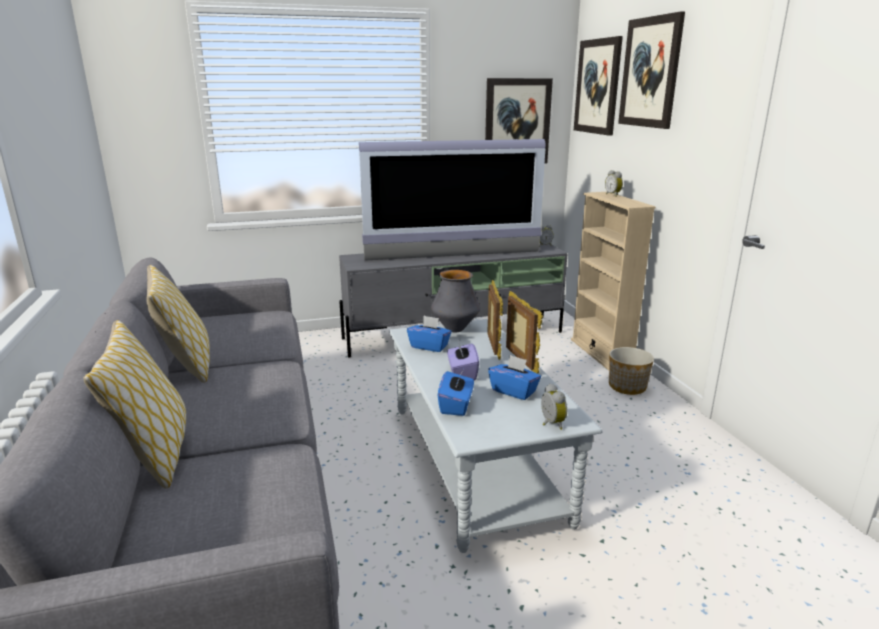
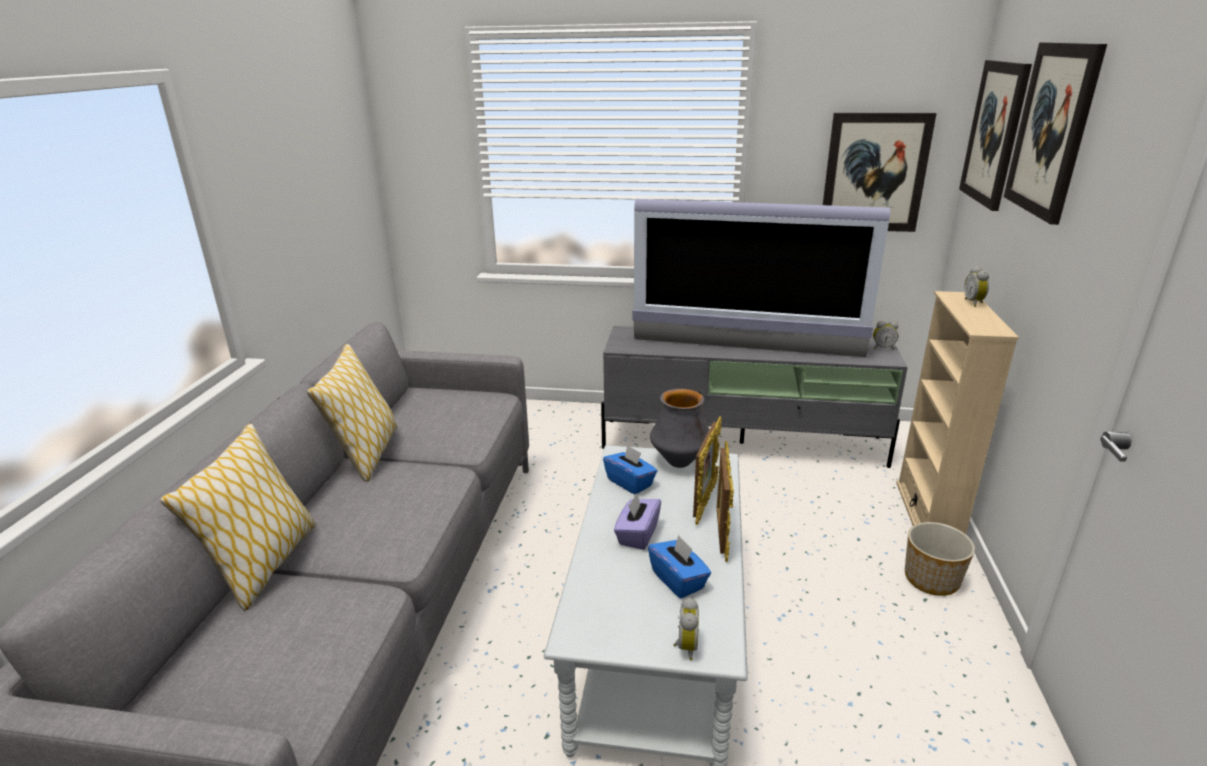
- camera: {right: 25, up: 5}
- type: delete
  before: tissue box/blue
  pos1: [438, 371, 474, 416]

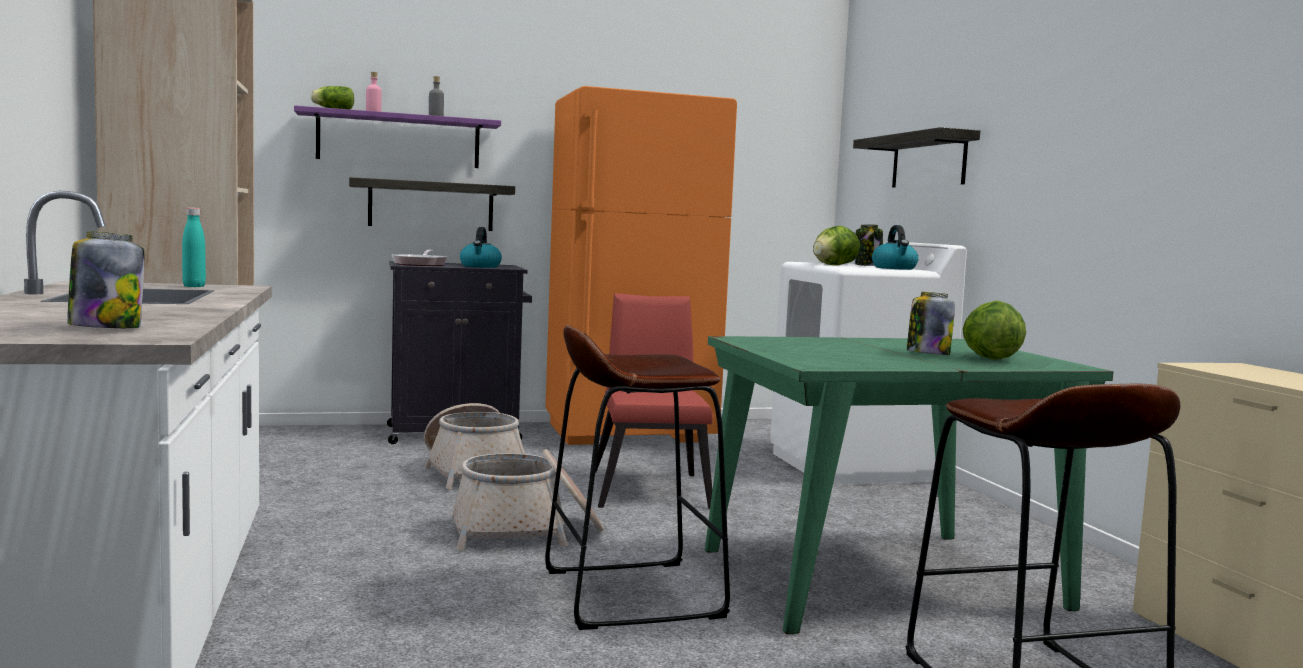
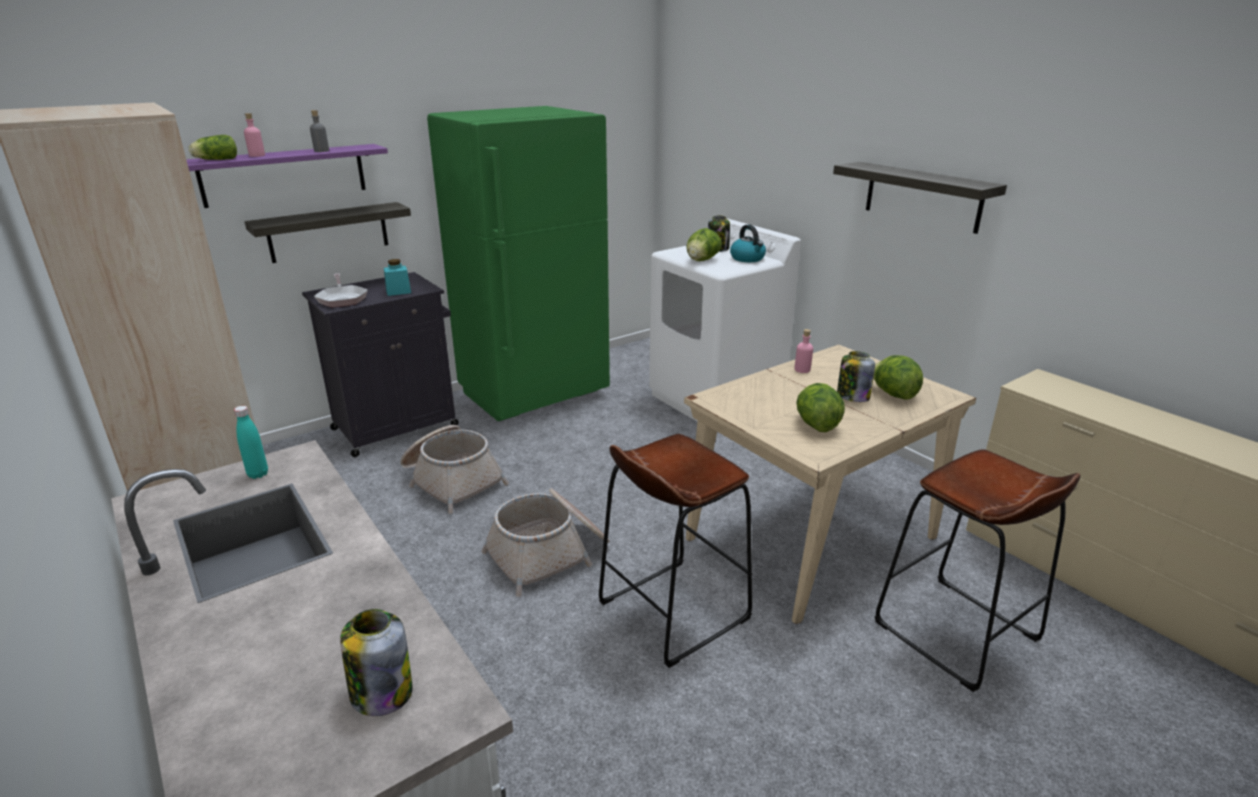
- camera: {right: -20, up: 20}
- type: replace
  before: kettle
  after: jar/turquoise
  pos1: [460, 227, 502, 268]
  pos2: [384, 259, 411, 296]
- type: recolor
  before: fridge/orange
  after: fridge/green
  pos1: [545, 86, 737, 445]
  pos2: [427, 106, 610, 421]
- type: recolor
  before: dining table/green
  after: dining table/beige
  pos1: [705, 336, 1113, 634]
  pos2: [684, 344, 976, 624]
- type: insert
  after: bottle/pink
  pos2: [794, 329, 813, 373]
- type: insert
  after: lettuce
  pos2: [796, 383, 845, 432]
- type: move
  before: shelf
  pos1: [853, 127, 980, 187]
  pos2: [833, 162, 1007, 234]
- type: delete
  before: chair/red
  pos1: [595, 293, 713, 509]

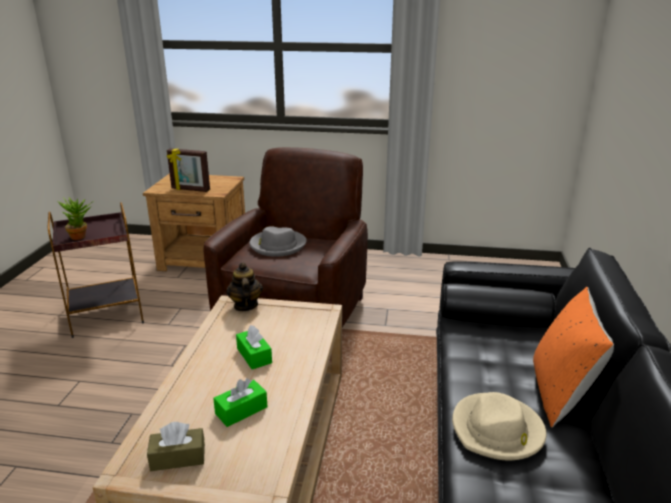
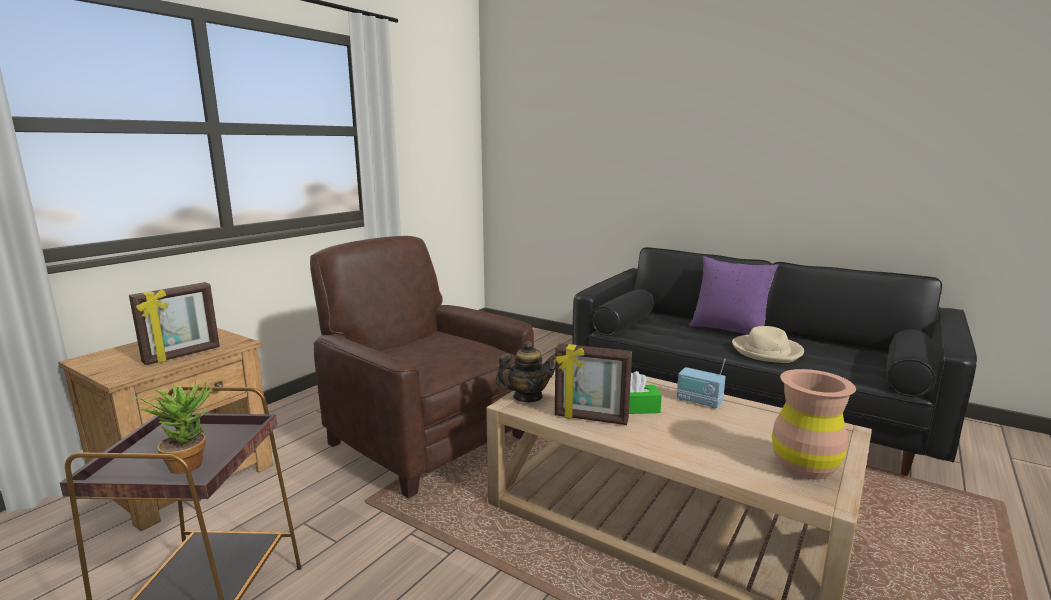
- camera: {right: -65, up: -10}
- type: rotate
  before: teapot
  pos1: [226, 262, 263, 311]
  pos2: [495, 341, 556, 402]
  turn: 150
- type: insert
  after: picture frame
  pos2: [555, 343, 632, 425]
- type: insert
  after: radio
  pos2: [677, 358, 726, 409]
- type: recolor
  before: pillow/orange
  after: pillow/purple
  pos1: [533, 287, 614, 428]
  pos2: [689, 256, 778, 335]
- type: replace
  before: tissue box/brown
  after: vase/brown
  pos1: [147, 422, 205, 471]
  pos2: [772, 369, 856, 480]
- type: delete
  before: tissue box/green
  pos1: [213, 378, 267, 427]
- type: delete
  before: hat/grey
  pos1: [249, 226, 307, 257]

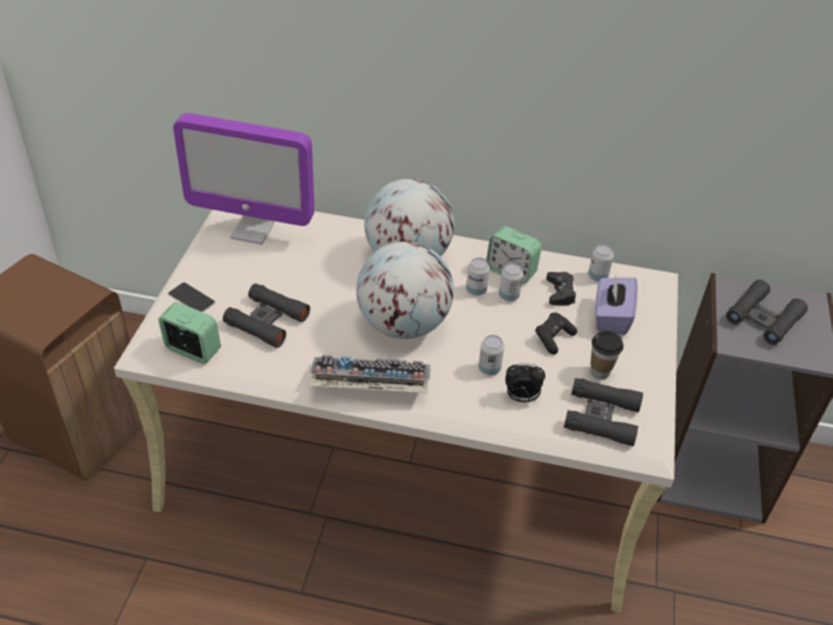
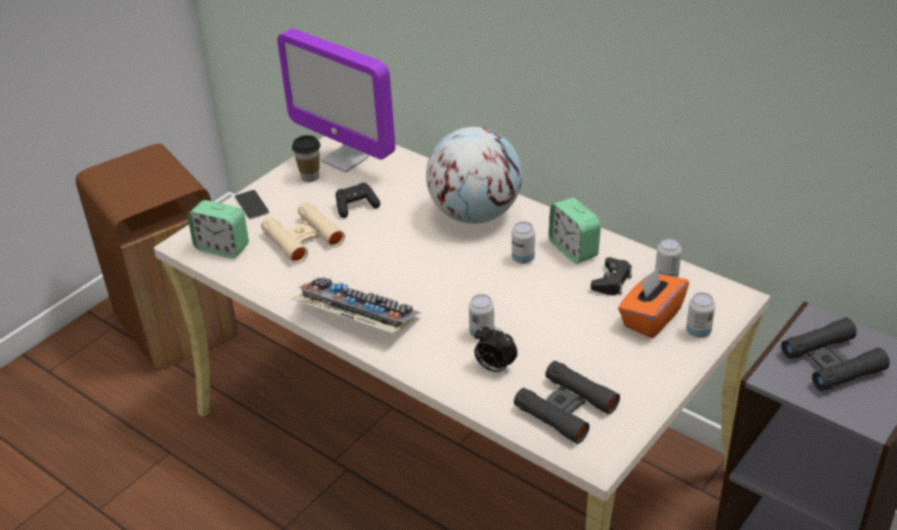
- camera: {right: 30, up: -5}
- type: rotate
  before: alarm clock
  pos1: [158, 302, 221, 364]
  pos2: [188, 200, 249, 258]
  turn: 150
- type: recolor
  before: binoculars/black
  after: binoculars/beige
  pos1: [223, 283, 310, 348]
  pos2: [261, 202, 345, 264]
- type: move
  before: cup
  pos1: [590, 331, 623, 380]
  pos2: [292, 135, 320, 182]
- type: move
  before: game controller/black
  pos1: [535, 312, 577, 355]
  pos2: [336, 183, 380, 218]
- type: recolor
  before: tissue box/purple
  after: tissue box/orange
  pos1: [595, 275, 638, 335]
  pos2: [618, 267, 689, 338]
- type: move
  before: can
  pos1: [499, 263, 523, 301]
  pos2: [686, 292, 715, 338]
- type: delete
  before: globe
  pos1: [356, 241, 454, 339]

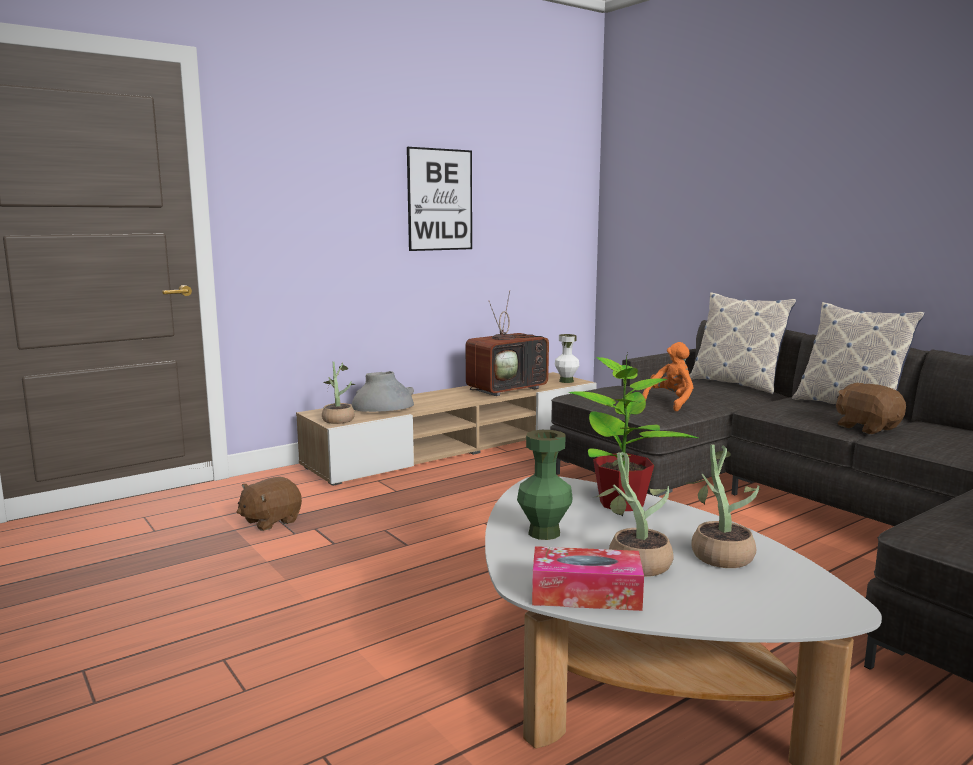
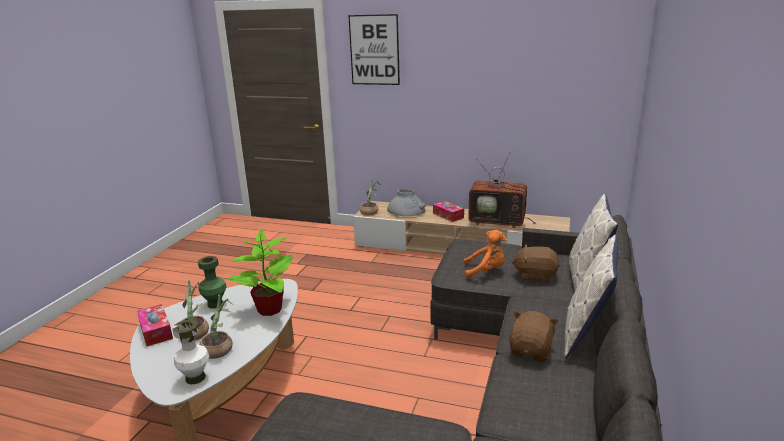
- camera: {right: 55, up: 10}
- type: move
  before: vase/white
  pos1: [555, 334, 579, 383]
  pos2: [172, 320, 209, 384]
- type: move
  before: picture
  pos1: [407, 147, 472, 251]
  pos2: [348, 14, 400, 85]
- type: insert
  after: tissue box
  pos2: [433, 201, 464, 222]
- type: move
  before: plush toy/brown
  pos1: [237, 477, 302, 531]
  pos2: [511, 244, 560, 283]

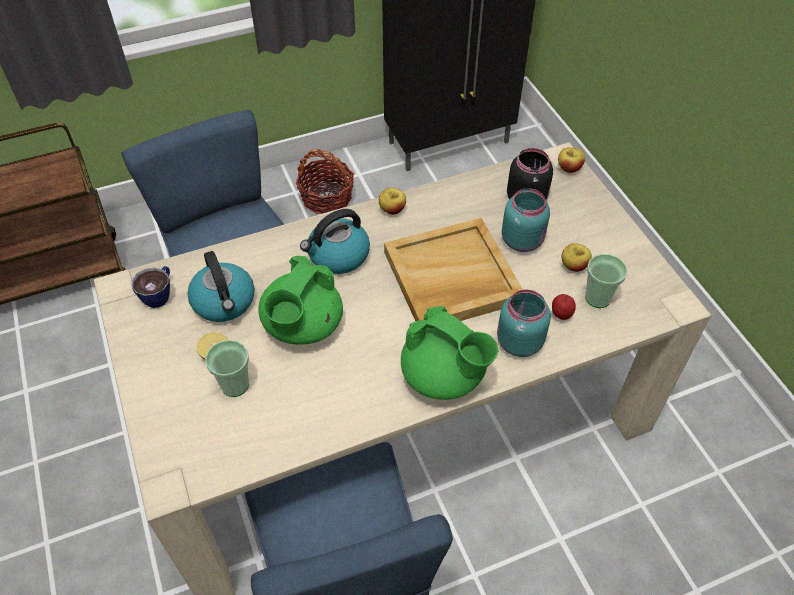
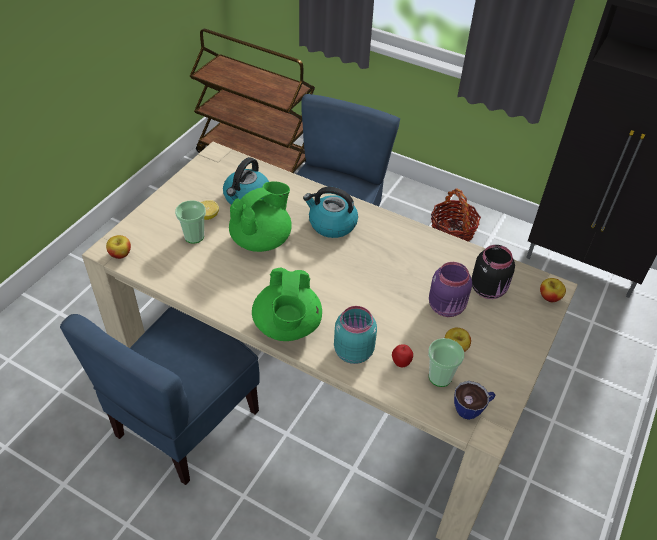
- camera: {right: 50, up: -5}
- type: move
  before: apple
  pos1: [379, 188, 406, 214]
  pos2: [106, 235, 131, 259]
- type: rotate
  before: teapot/green
  pos1: [258, 256, 343, 345]
  pos2: [229, 181, 292, 252]
  turn: 150
- type: recolor
  before: jar/turquoise
  after: jar/purple
  pos1: [502, 188, 550, 252]
  pos2: [429, 262, 472, 317]
- type: move
  before: cup
  pos1: [131, 266, 170, 308]
  pos2: [454, 381, 496, 420]
- type: delete
  before: tray/beige
  pos1: [384, 218, 523, 321]

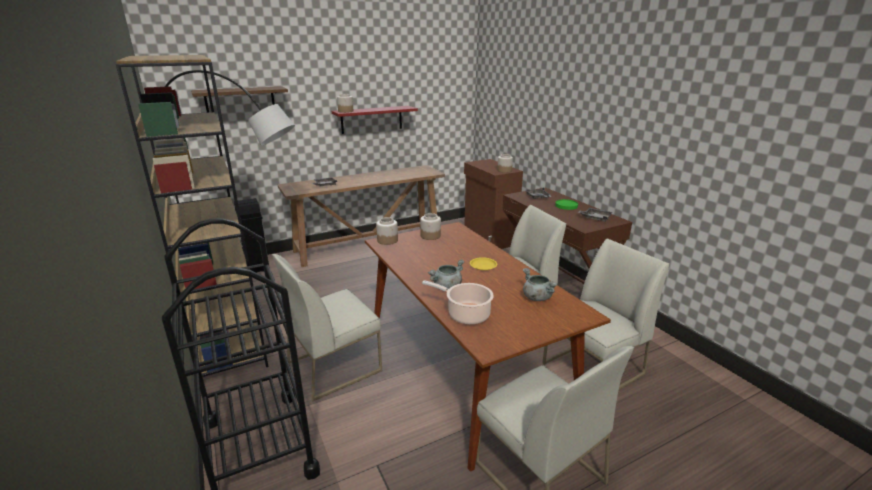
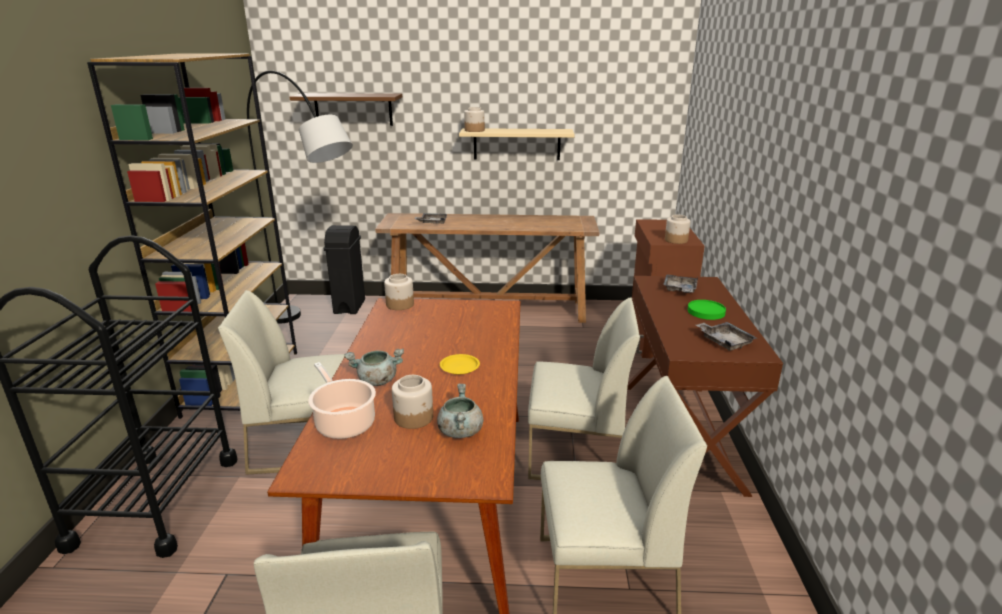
- camera: {right: 30, up: 0}
- type: move
  before: jar
  pos1: [420, 213, 441, 240]
  pos2: [392, 375, 433, 429]
- type: recolor
  before: shelf/red
  after: shelf/beige
  pos1: [332, 106, 418, 134]
  pos2: [459, 128, 575, 160]

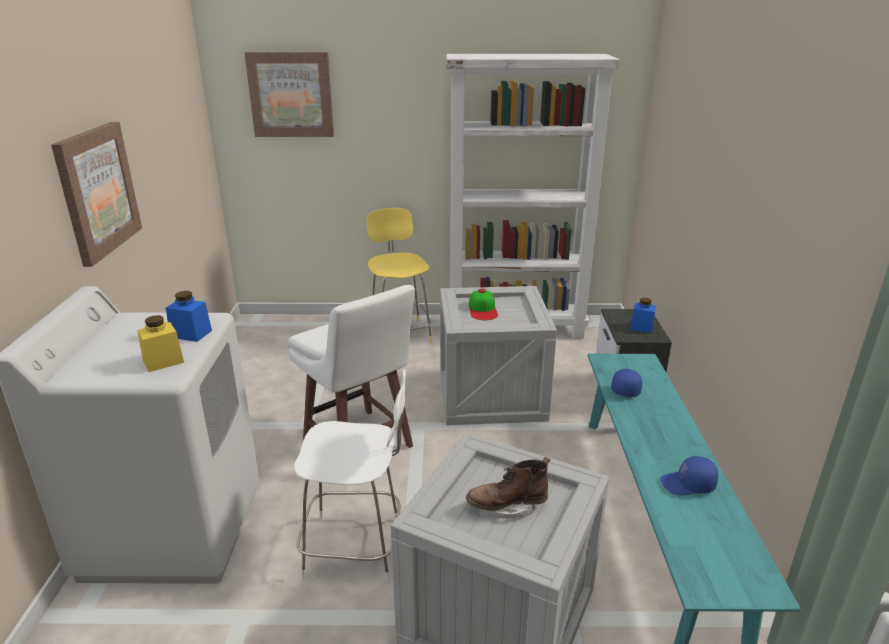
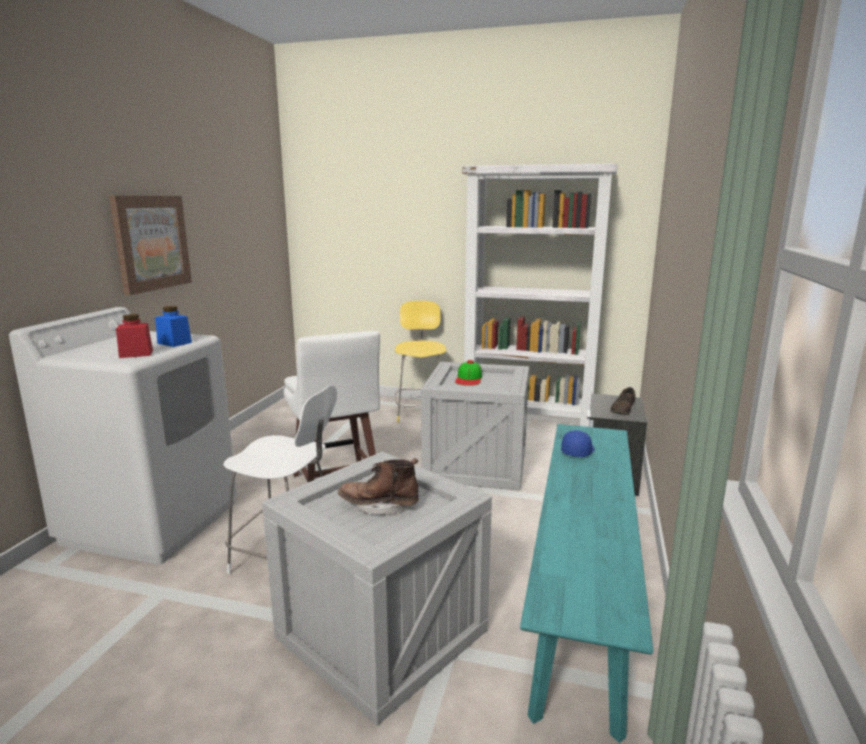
- camera: {right: 15, up: -10}
- type: recolor
  before: jar/yellow
  after: jar/red
  pos1: [137, 315, 184, 372]
  pos2: [116, 314, 153, 358]
- type: replace
  before: jar/blue
  after: shoe/brown
  pos1: [630, 298, 656, 333]
  pos2: [610, 387, 635, 415]
- type: delete
  before: picture
  pos1: [244, 52, 334, 137]
- type: delete
  before: cap/blue
  pos1: [660, 456, 718, 495]

